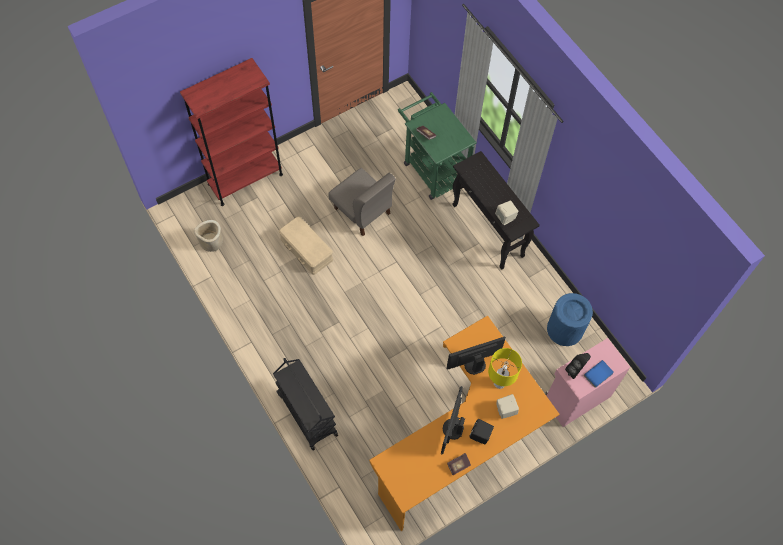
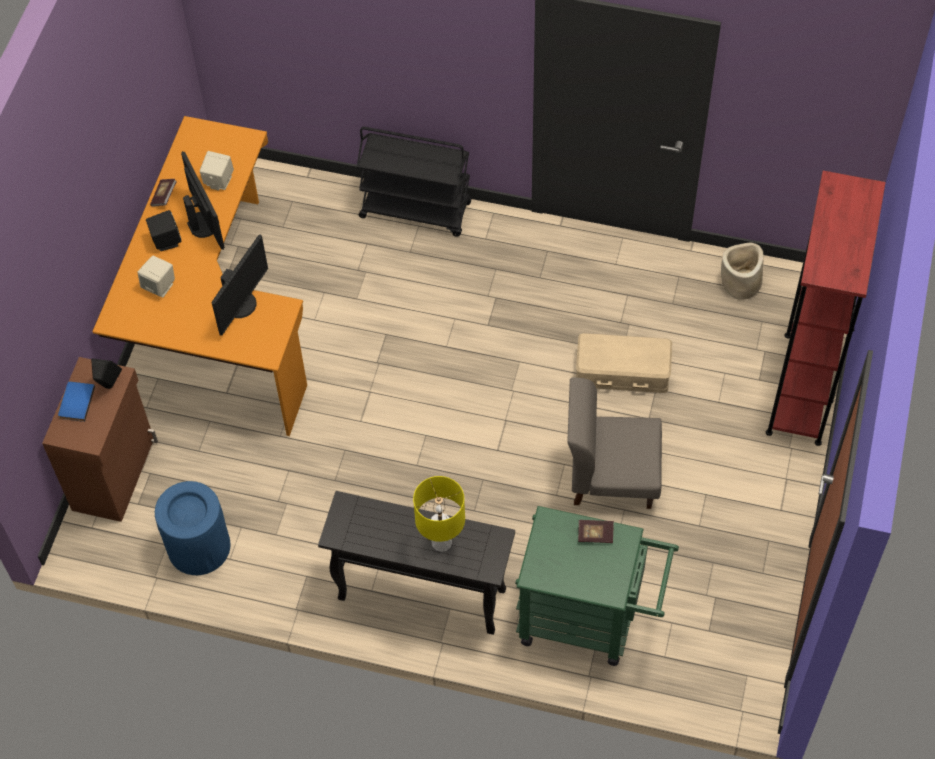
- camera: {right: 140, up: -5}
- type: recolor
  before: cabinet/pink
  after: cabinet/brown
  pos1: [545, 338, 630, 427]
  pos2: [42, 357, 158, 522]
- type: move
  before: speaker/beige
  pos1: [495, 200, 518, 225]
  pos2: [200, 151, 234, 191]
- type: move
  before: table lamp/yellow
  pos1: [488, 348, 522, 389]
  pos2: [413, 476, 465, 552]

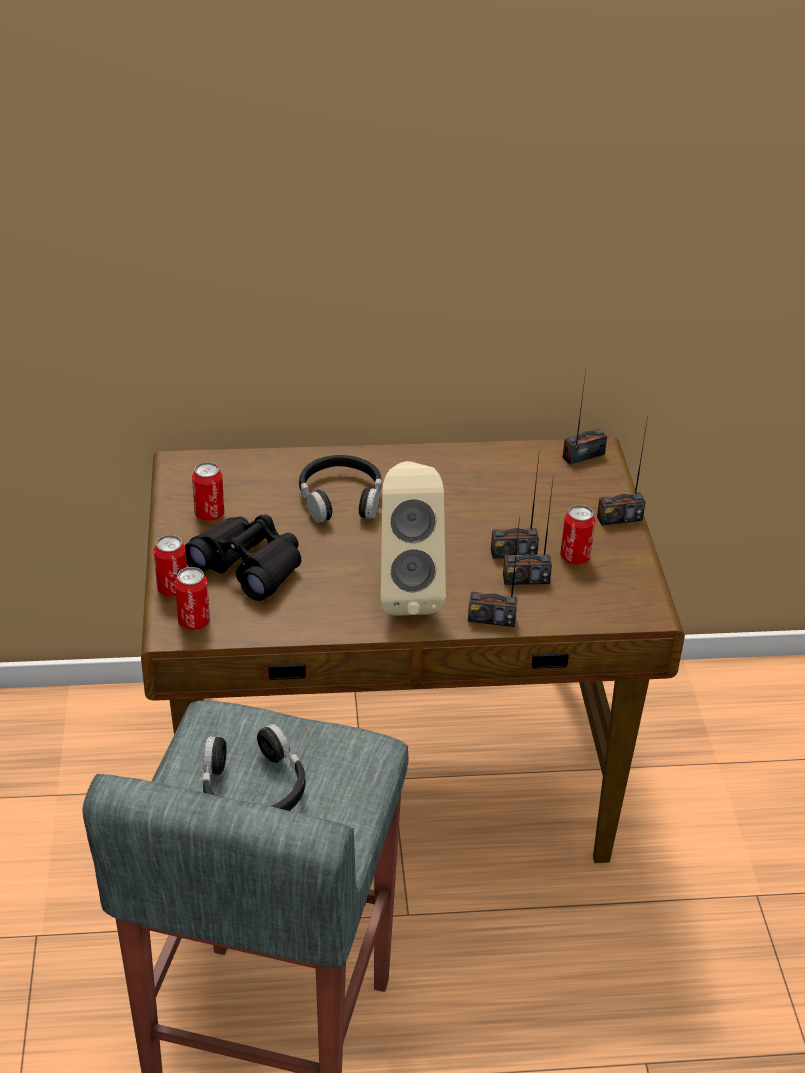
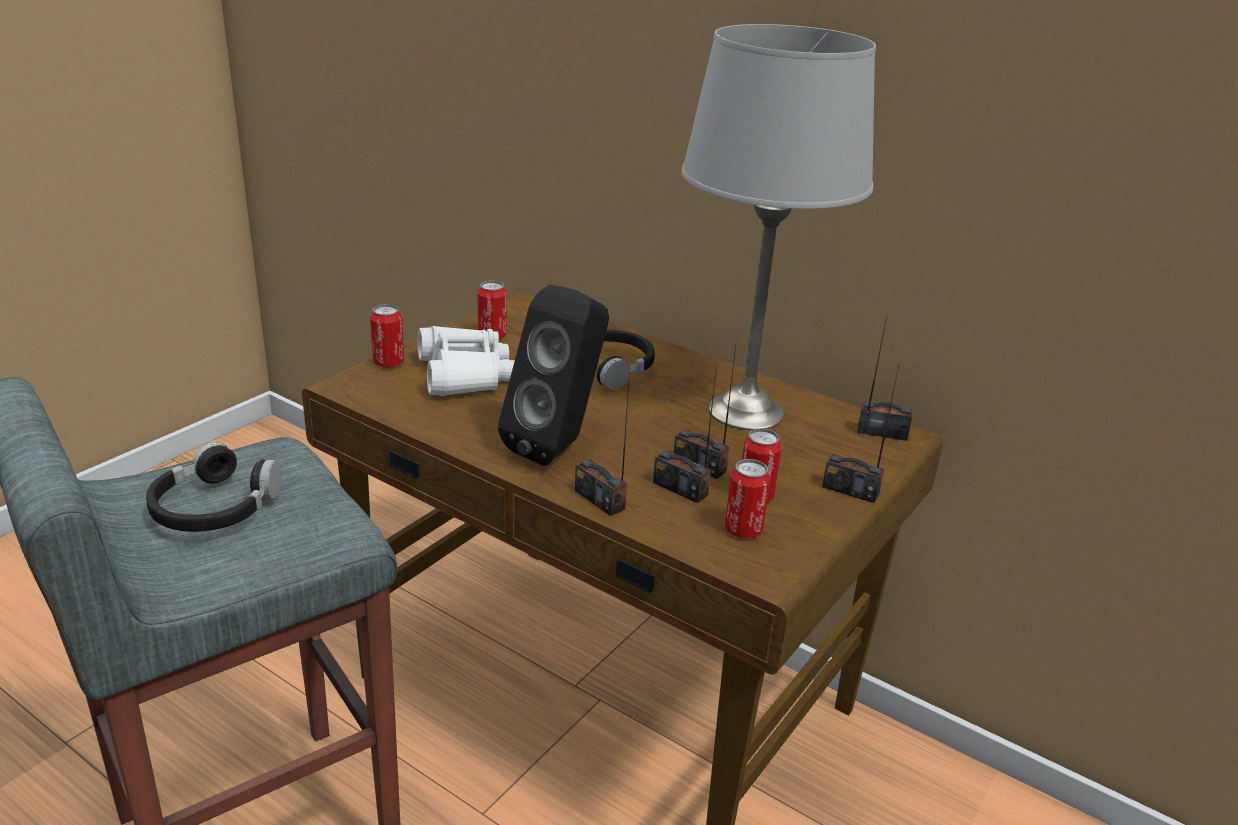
- camera: {right: 40, up: -10}
- type: recolor
  before: binoculars/black
  after: binoculars/white
  pos1: [185, 515, 301, 601]
  pos2: [418, 326, 515, 396]
- type: recolor
  before: speaker/beige
  after: speaker/black
  pos1: [381, 461, 446, 616]
  pos2: [498, 285, 609, 466]
- type: insert
  after: table lamp/grey
  pos2: [681, 24, 876, 430]
- type: move
  before: can
  pos1: [175, 567, 210, 630]
  pos2: [725, 459, 770, 538]

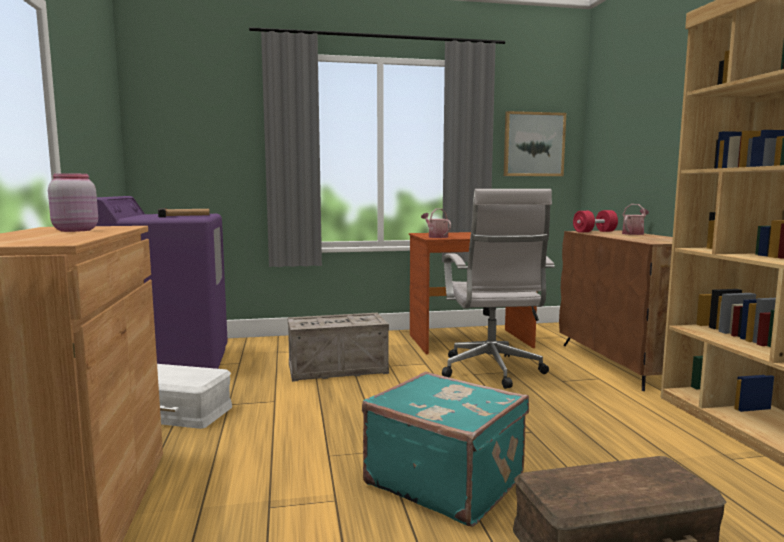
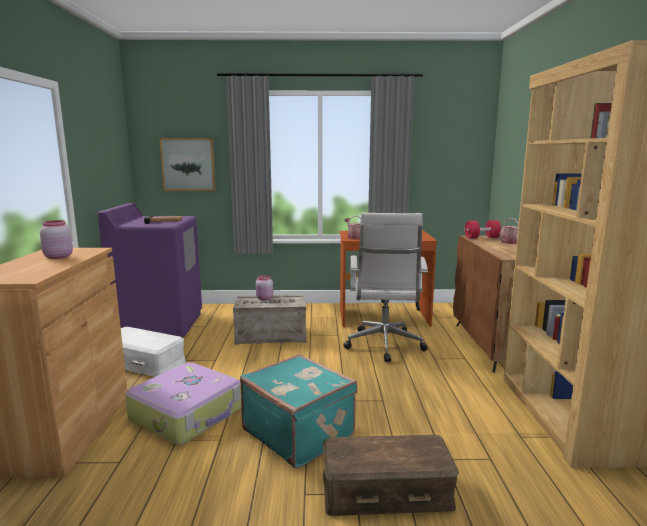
- camera: {right: 10, up: 5}
- type: insert
  after: suitcase
  pos2: [125, 362, 241, 445]
- type: move
  before: picture
  pos1: [504, 111, 566, 176]
  pos2: [159, 138, 216, 191]
- type: insert
  after: jar/pink
  pos2: [256, 275, 273, 300]

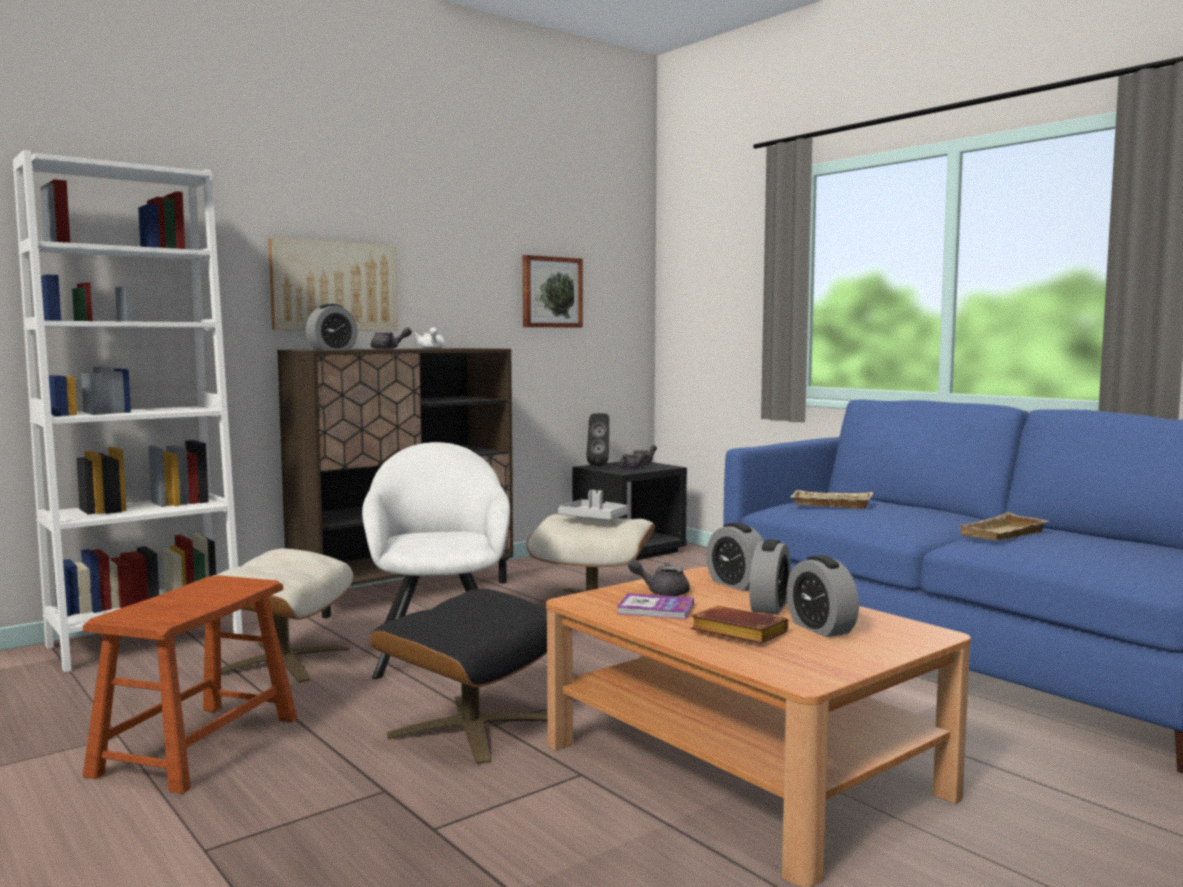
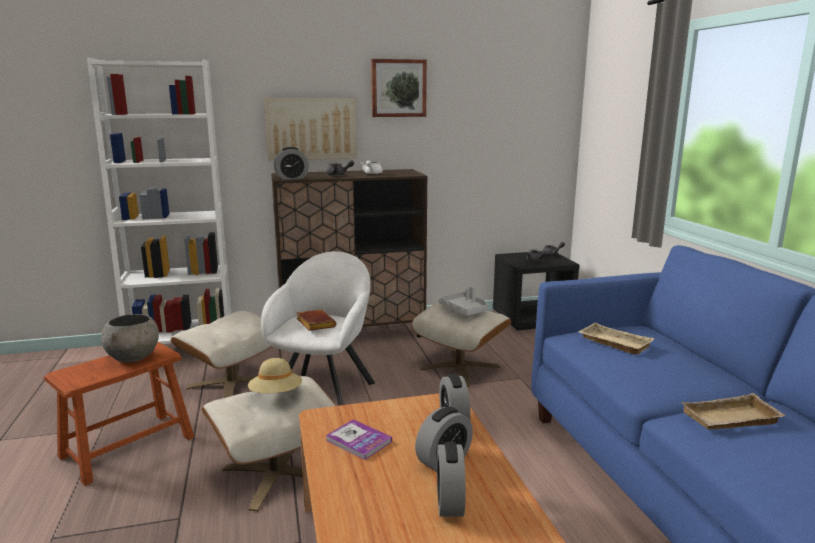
- camera: {right: 25, up: 10}
- type: insert
  after: bowl/grey
  pos2: [101, 314, 159, 363]
- type: recolor
  before: ottoman/black
  after: ottoman/beige
  pos1: [370, 589, 547, 764]
  pos2: [202, 376, 337, 512]
- type: insert
  after: hat/beige
  pos2: [248, 358, 302, 393]
- type: move
  before: book/brown
  pos1: [691, 606, 788, 644]
  pos2: [296, 310, 336, 331]
- type: move
  before: picture
  pos1: [523, 255, 583, 328]
  pos2: [371, 59, 427, 117]
- type: delete
  before: speaker/black
  pos1: [586, 413, 609, 466]
- type: delete
  before: teapot/grey
  pos1: [628, 560, 690, 596]

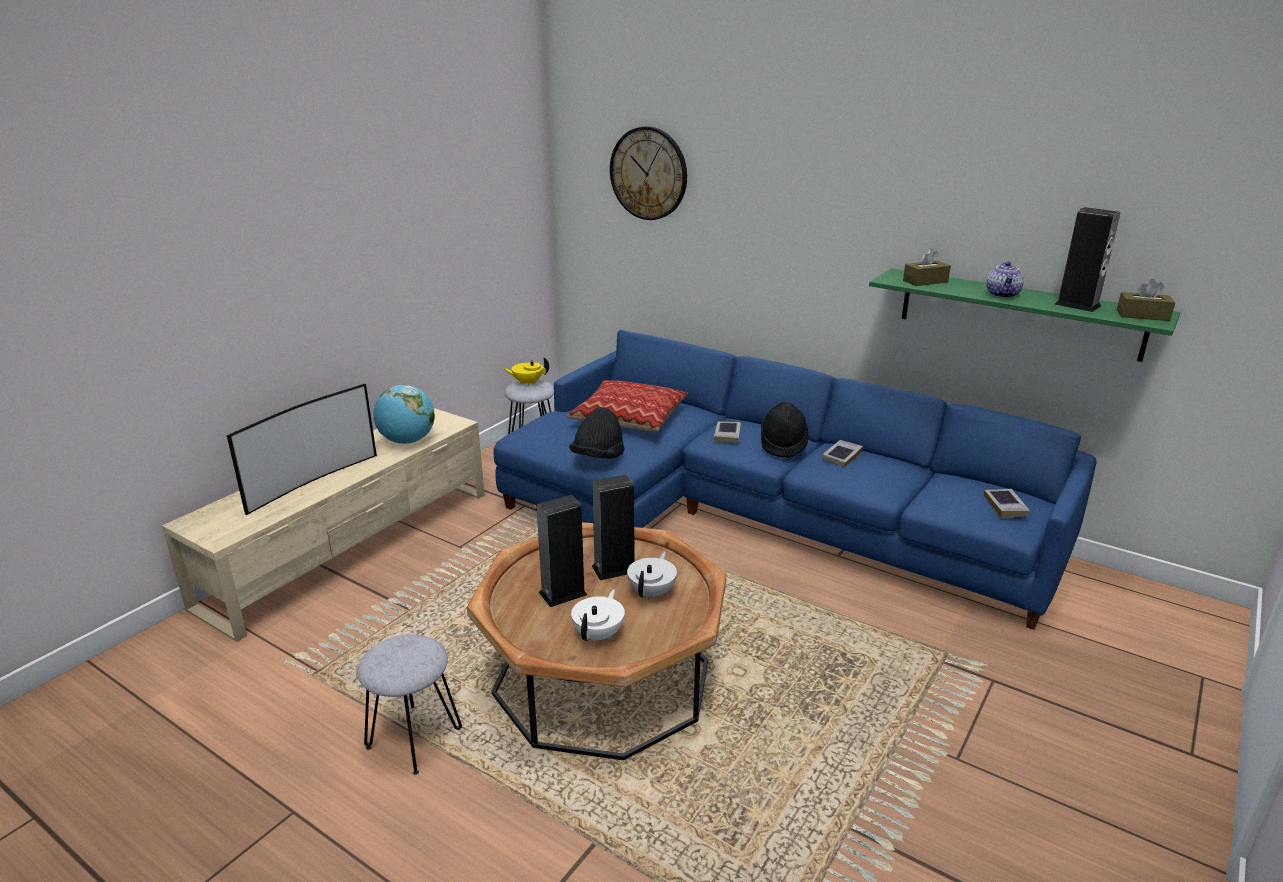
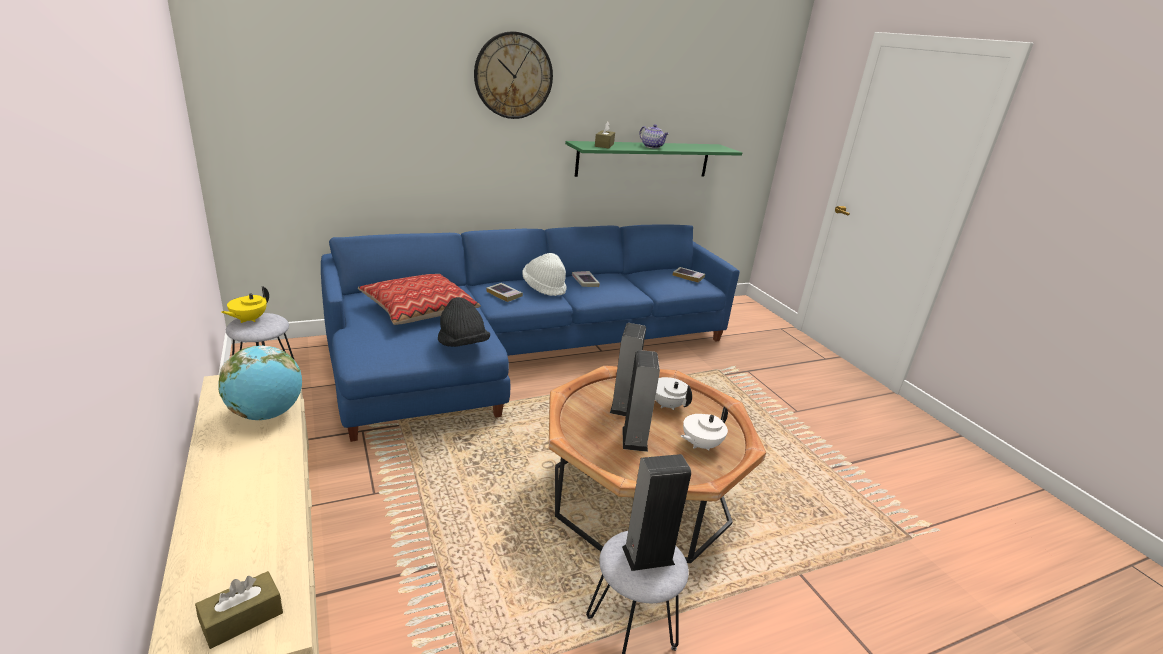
- camera: {right: -60, up: 0}
- type: move
  before: tissue box/brown
  pos1: [1117, 279, 1175, 321]
  pos2: [195, 571, 283, 649]
- type: move
  before: wall clock
  pos1: [610, 126, 687, 220]
  pos2: [474, 31, 553, 119]
- type: recolor
  before: hat/black
  after: hat/white
  pos1: [761, 402, 808, 458]
  pos2: [522, 253, 567, 296]
- type: move
  before: speaker
  pos1: [1055, 207, 1120, 312]
  pos2: [622, 454, 691, 571]
- type: rotate
  before: teapot/white
  pos1: [571, 589, 625, 643]
  pos2: [681, 407, 728, 451]
  turn: -90
- type: delete
  before: television
  pos1: [227, 384, 377, 515]

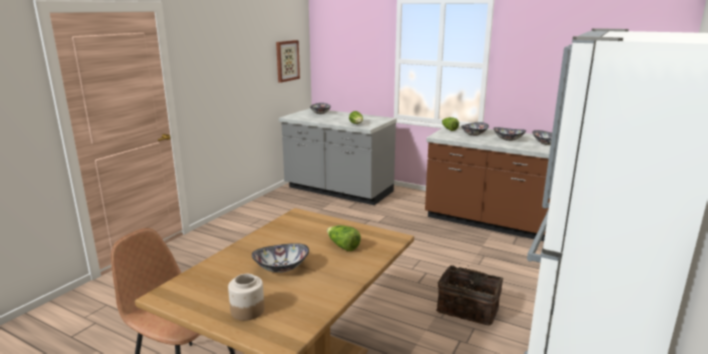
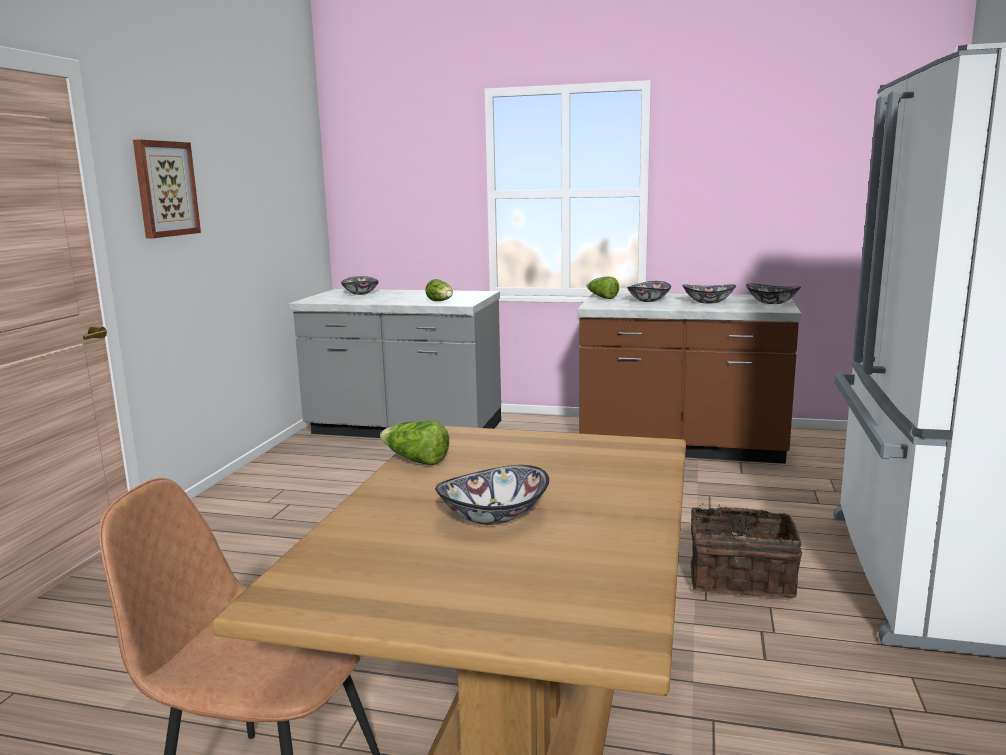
- camera: {right: -15, up: -5}
- type: move
  before: picture
  pos1: [276, 40, 300, 83]
  pos2: [133, 140, 201, 238]
- type: move
  before: lettuce
  pos1: [327, 225, 361, 251]
  pos2: [380, 420, 449, 465]
- type: delete
  before: jar
  pos1: [228, 274, 265, 321]

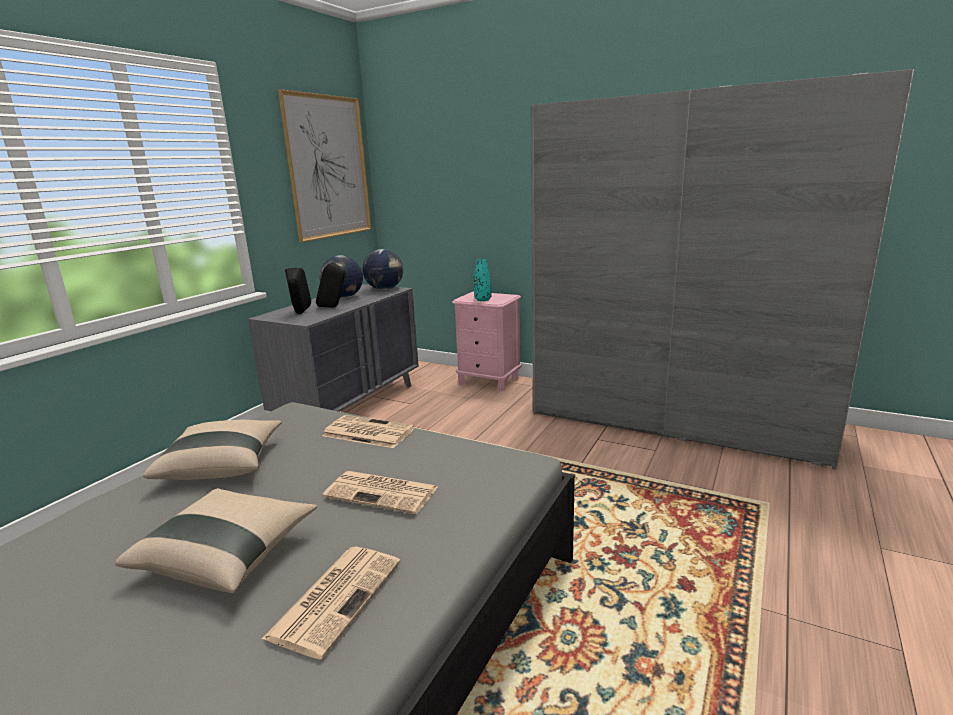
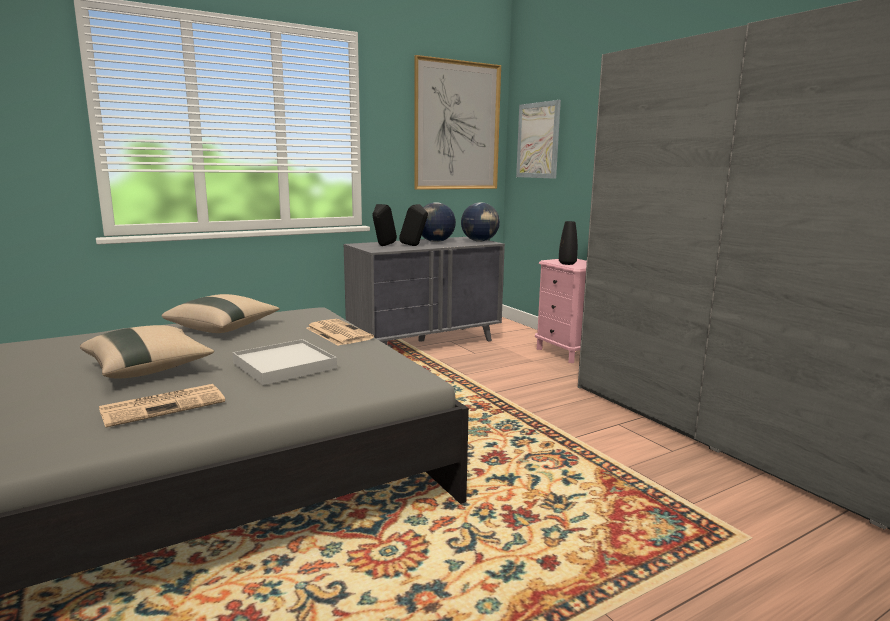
- camera: {right: 30, up: -5}
- type: replace
  before: newspaper
  after: tray/white
  pos1: [323, 471, 438, 514]
  pos2: [233, 339, 337, 385]
- type: insert
  after: picture
  pos2: [516, 100, 561, 179]
- type: recolor
  before: vase/turquoise
  after: vase/black
  pos1: [474, 259, 491, 301]
  pos2: [559, 221, 578, 265]

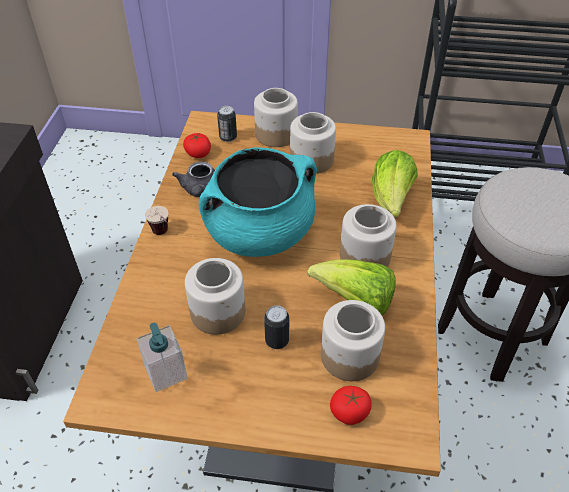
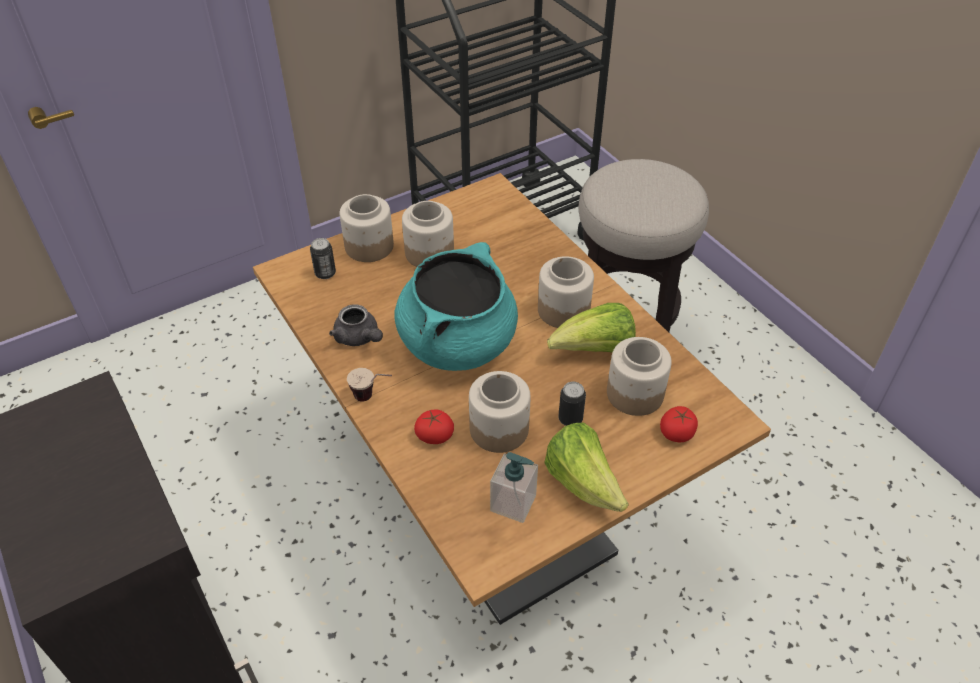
- camera: {right: -40, up: 0}
- type: move
  before: tomato
  pos1: [183, 133, 211, 158]
  pos2: [414, 409, 454, 444]
- type: move
  before: lettuce
  pos1: [372, 150, 418, 217]
  pos2: [544, 423, 629, 512]

